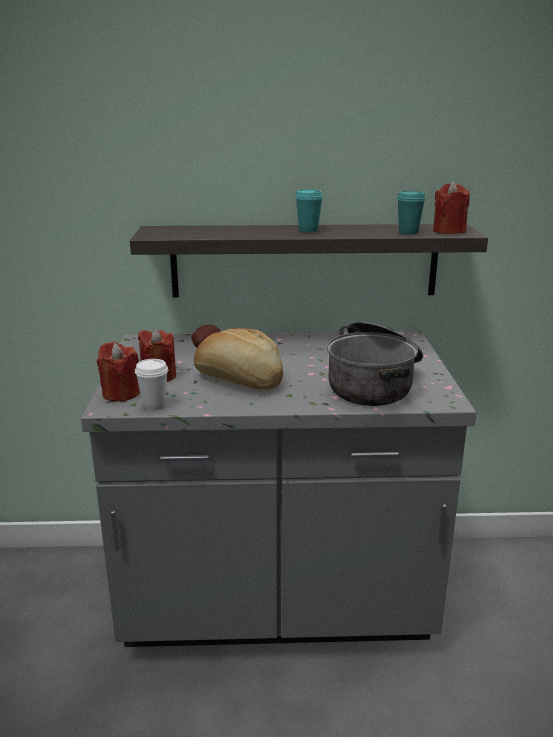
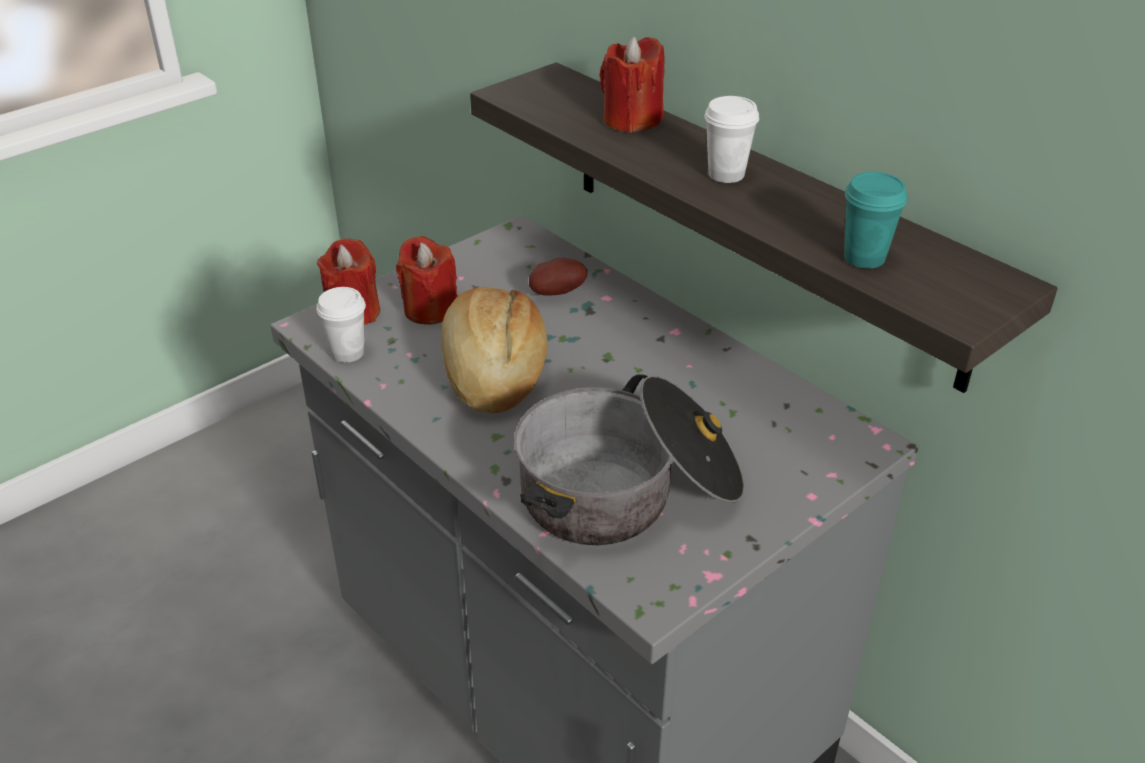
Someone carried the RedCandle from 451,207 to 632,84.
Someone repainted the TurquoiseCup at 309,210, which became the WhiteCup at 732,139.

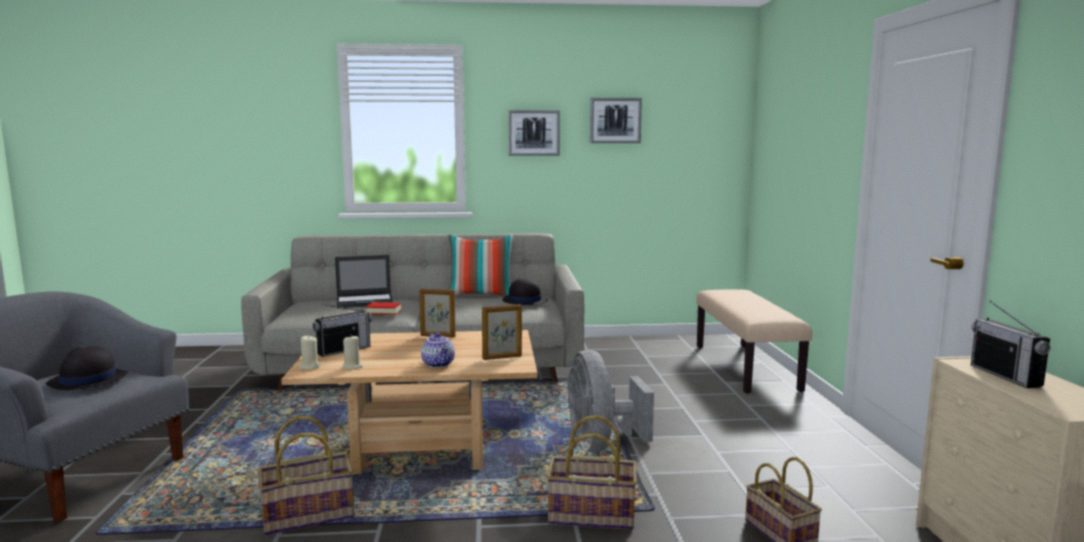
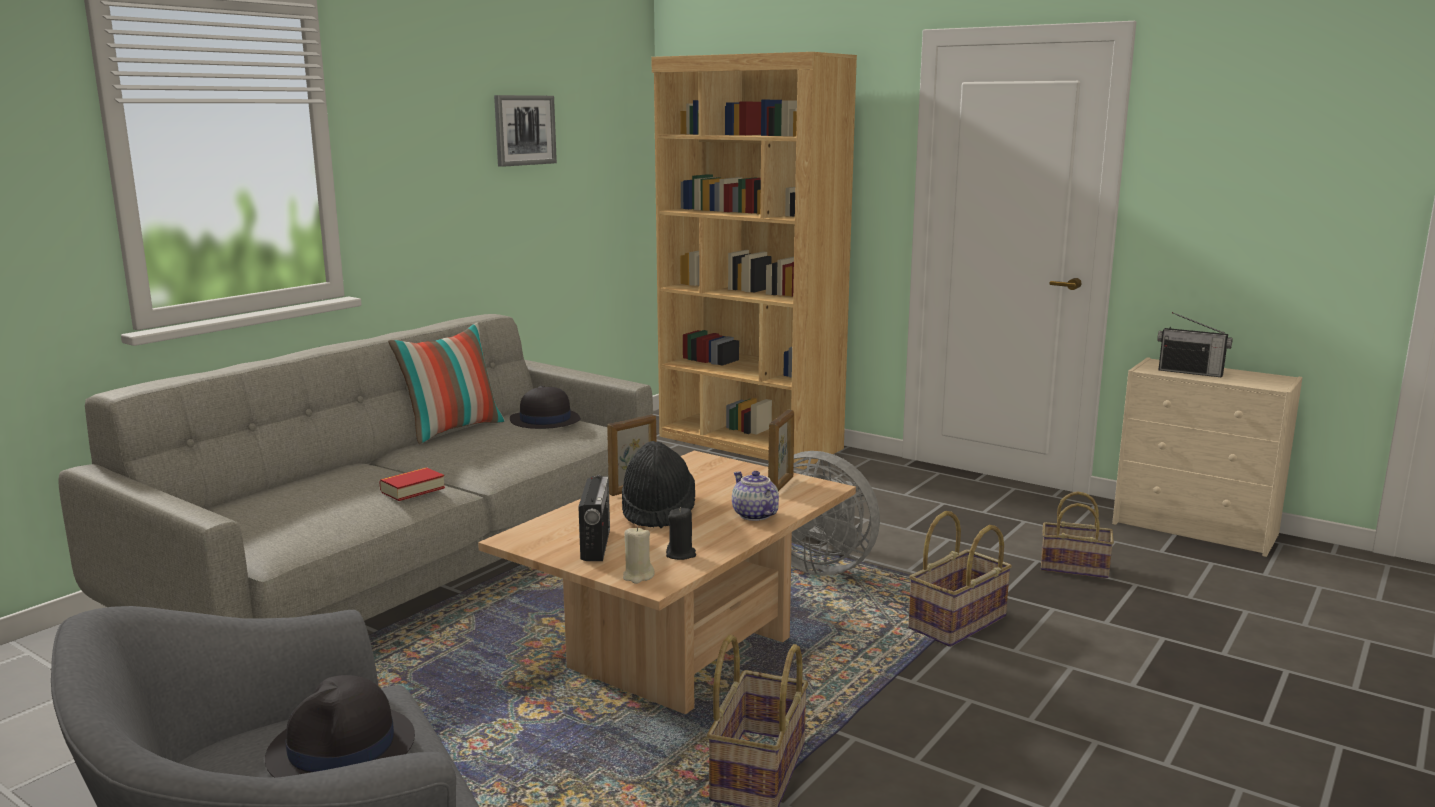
Someone put down the BlackHat at 658,484.
Someone swapped the BeigeBench at 754,341 for the BrownBookcase at 754,261.
Someone repainted the BeigeCandle at 353,353, which became the BlackCandle at 681,533.
Someone rotated the Teapot at 438,350 by 135 degrees counterclockwise.
Someone took away the Laptop at 364,281.
Someone took away the Picture at 534,133.

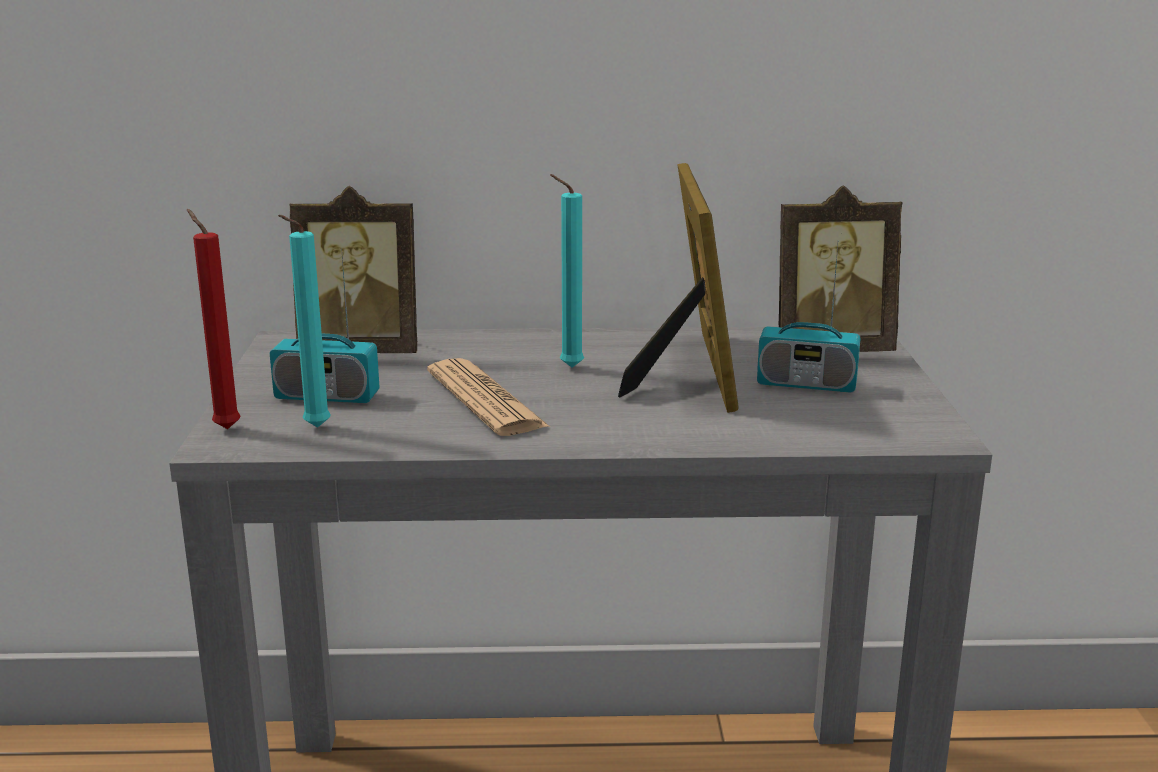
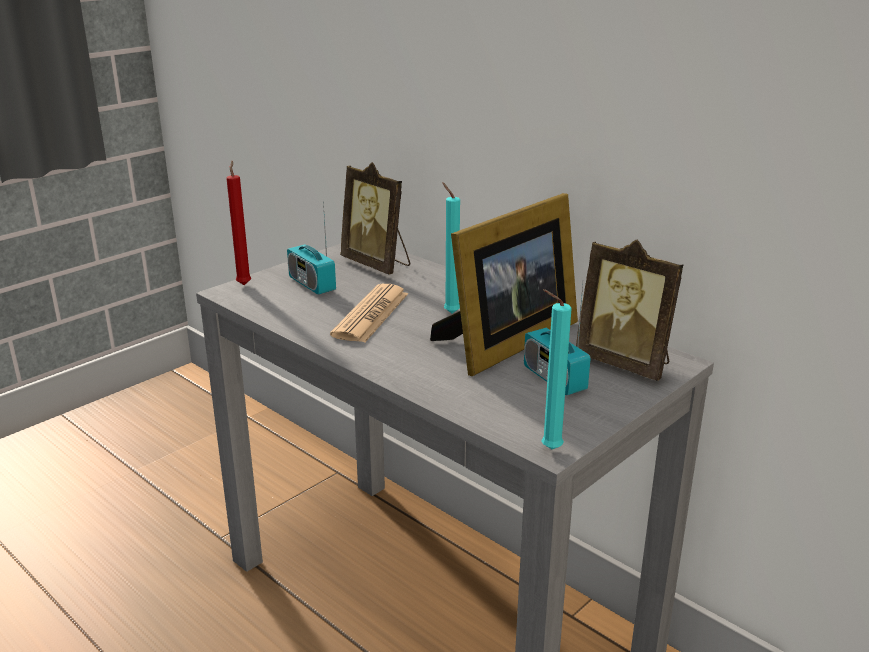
Someone carried the TurquoiseCandle from 304,321 to 557,369.

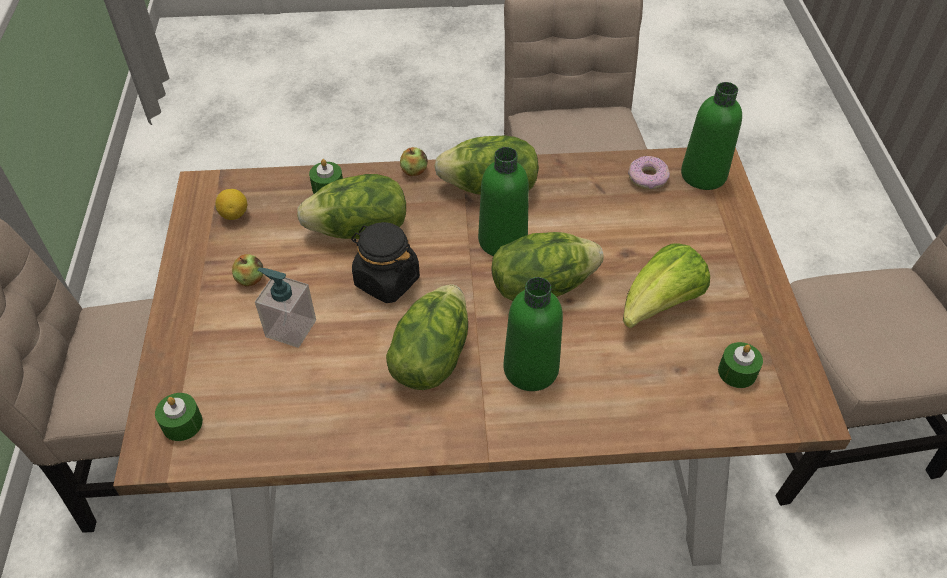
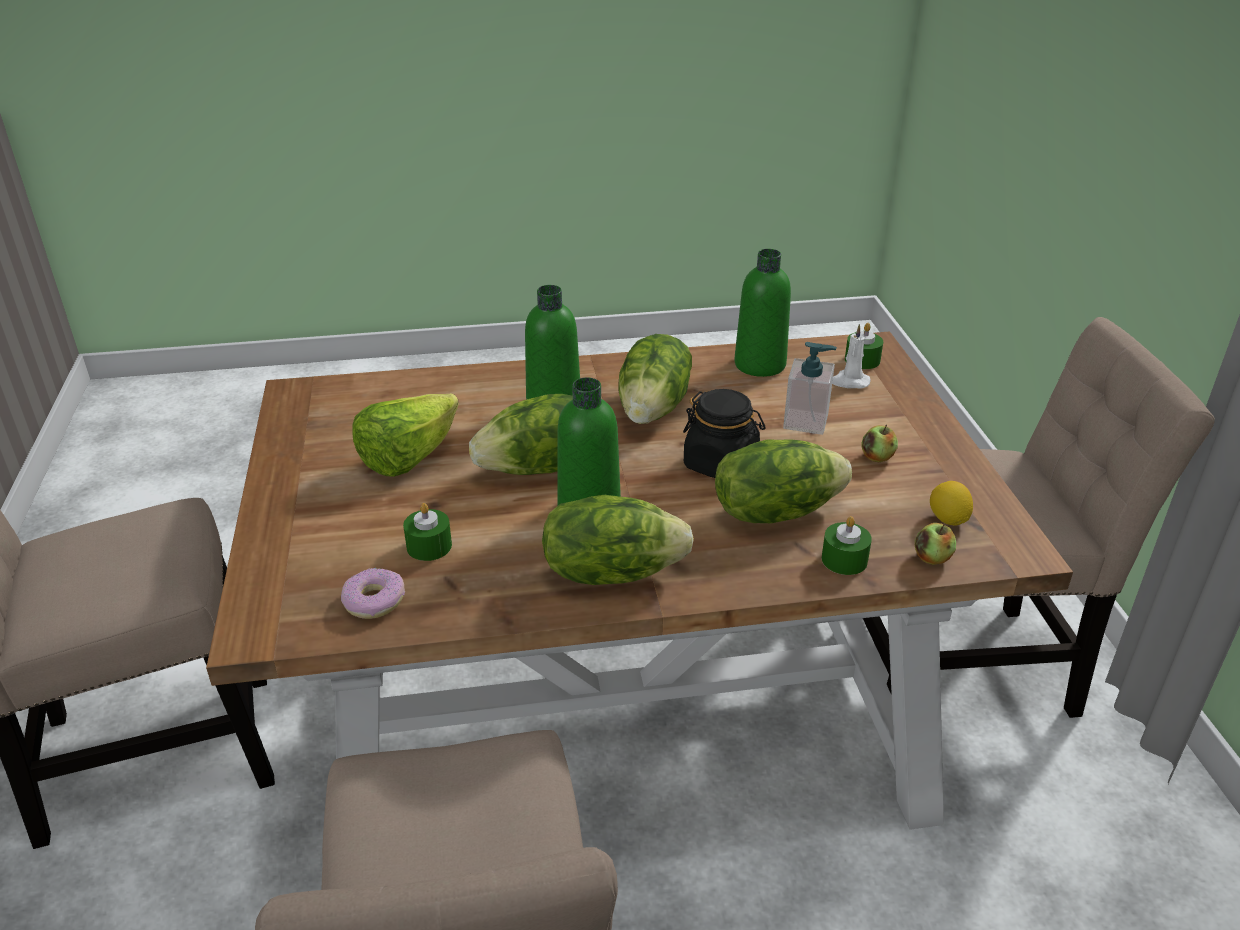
Someone carried the GreenCandle from 740,365 to 427,532.
Someone carried the GreenBottle from 711,136 to 762,313.
Someone put down the WhiteCandle at 851,356.
Someone carried the Apple from 414,161 to 935,544.

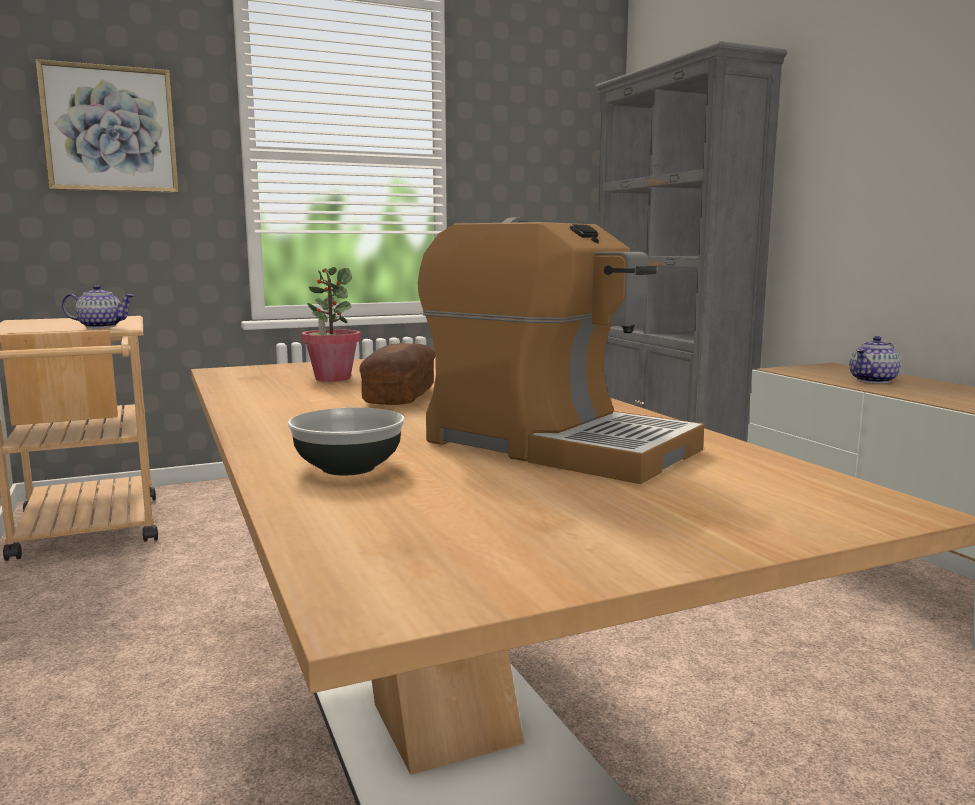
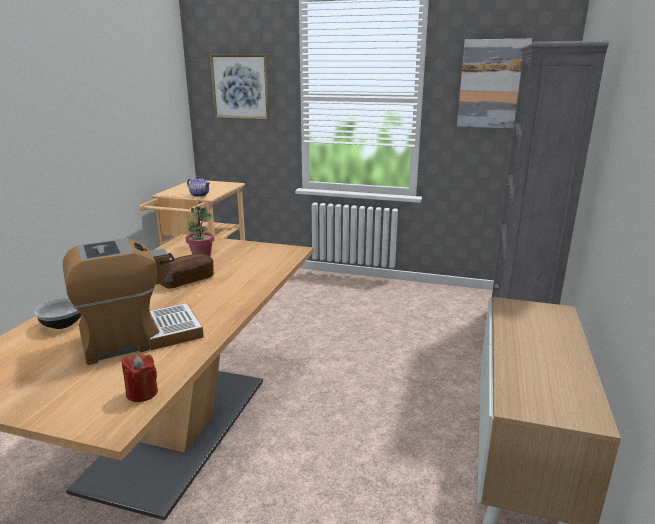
Someone rotated the CoffeeMachine at 561,350 by 105 degrees counterclockwise.
Someone put down the RedCandle at 140,378.
Someone put up the Picture at 494,83.
Someone took away the Teapot at 875,359.

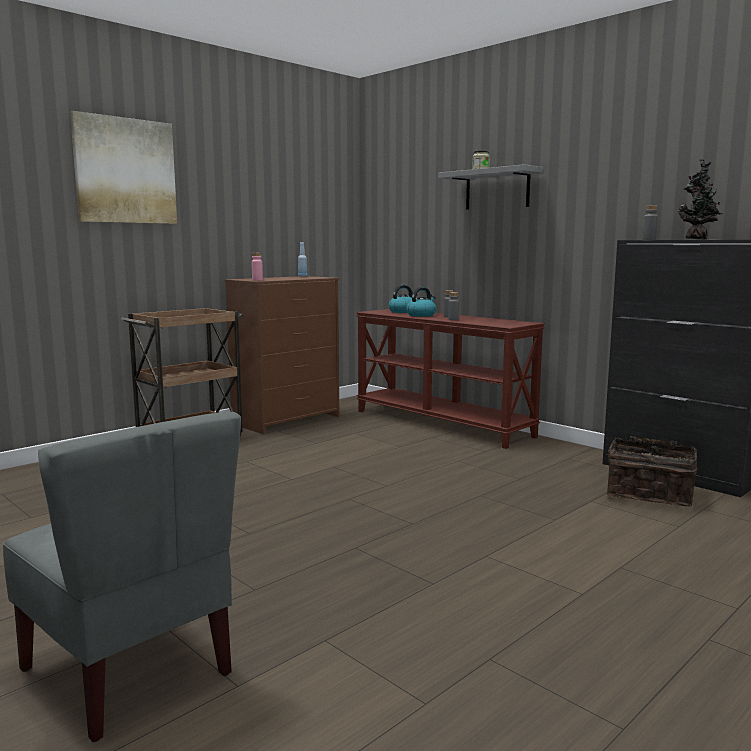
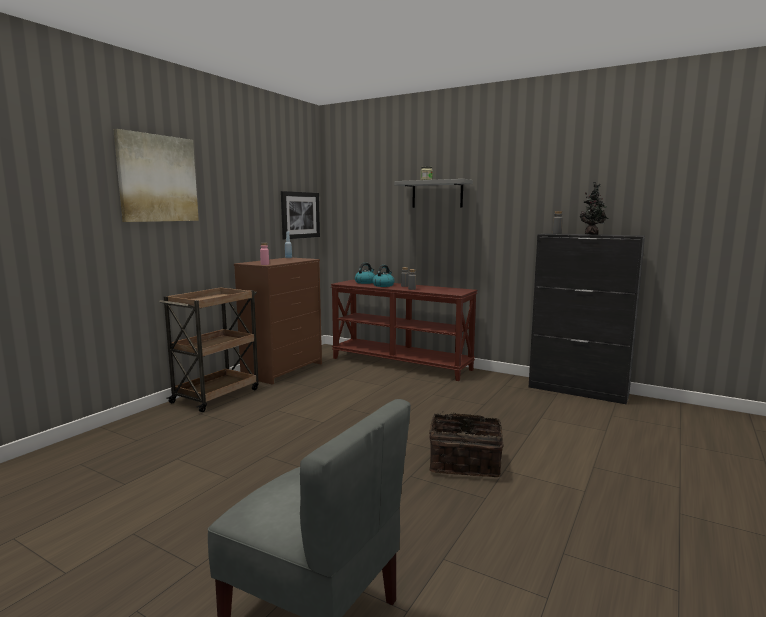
Someone put up the Picture at 300,215.
Someone carried the Basket from 651,471 to 466,444.

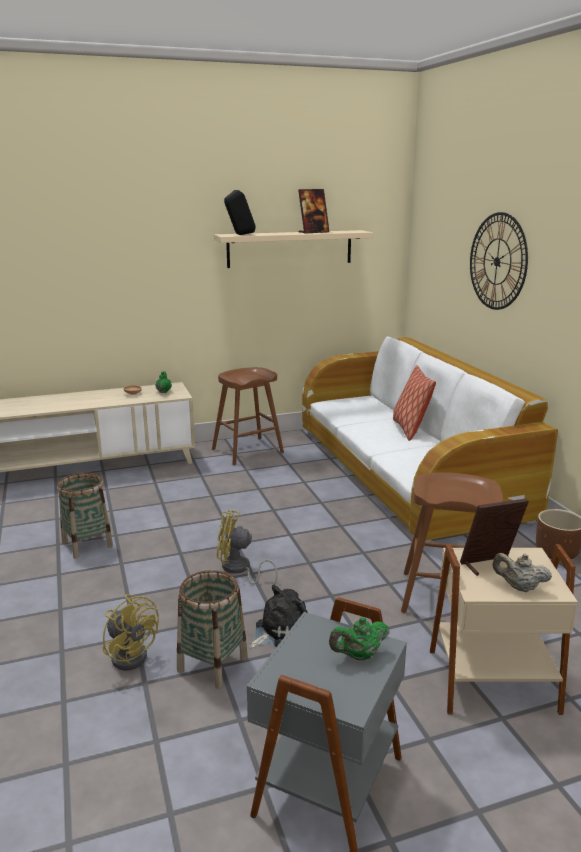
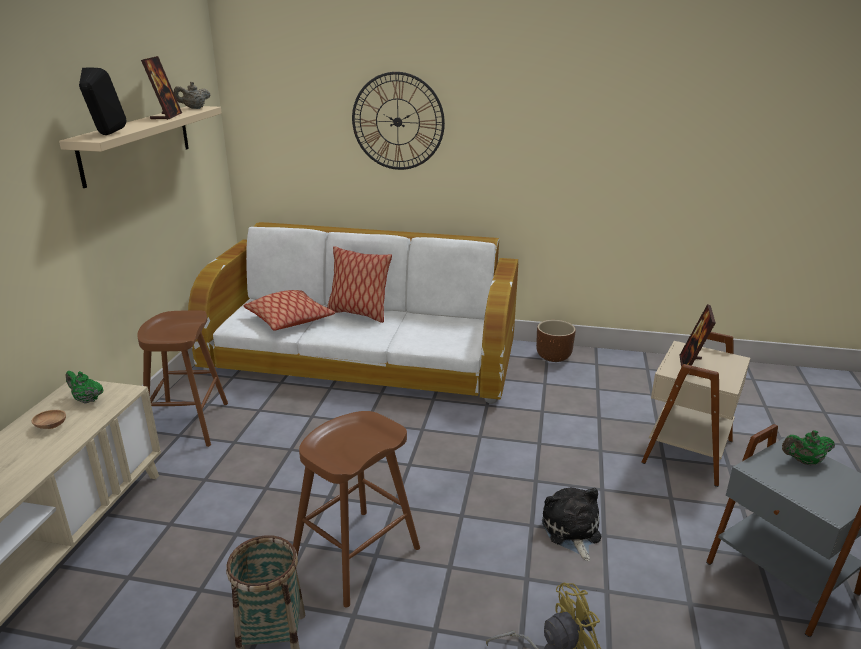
Someone carried the BeigeTeapot from 522,572 to 192,95.
Someone put down the Pillow at 289,310.
Someone carried the BrownStool from 452,542 to 356,509.
Someone rotated the GreenTeapot at 359,639 by 75 degrees clockwise.
Someone took away the Basket at 212,629.
Someone took away the YellowFan at 247,547.

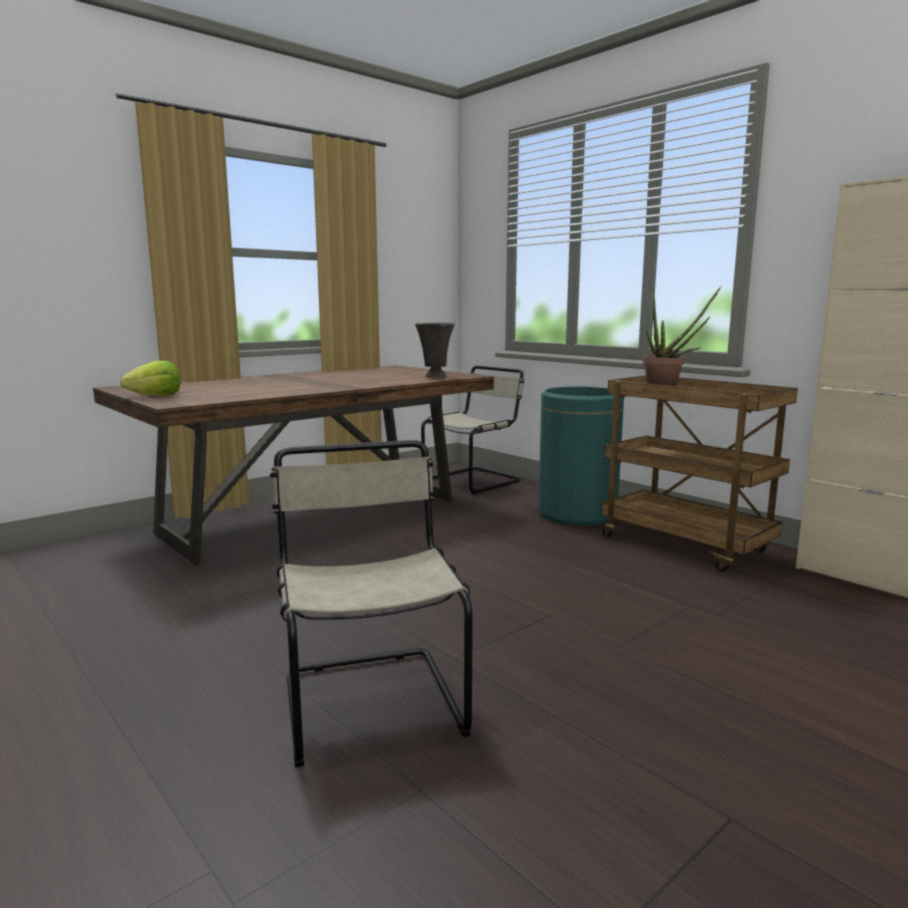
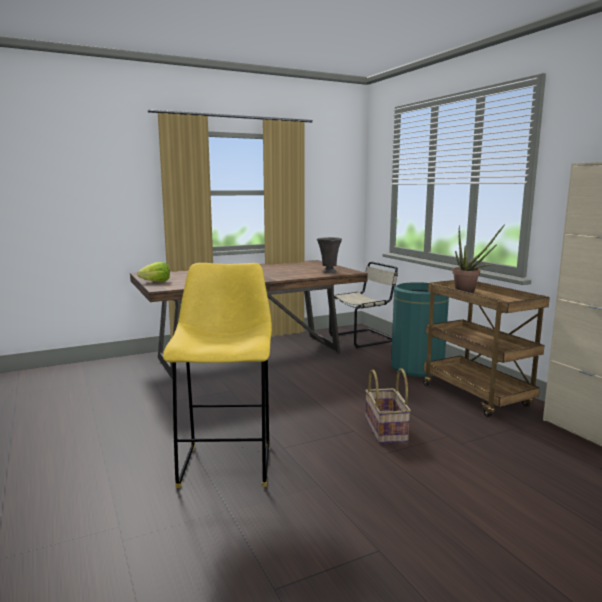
Someone swapped the BeigeChair at 371,603 for the YellowStool at 217,375.
Someone put down the Basket at 388,406.

